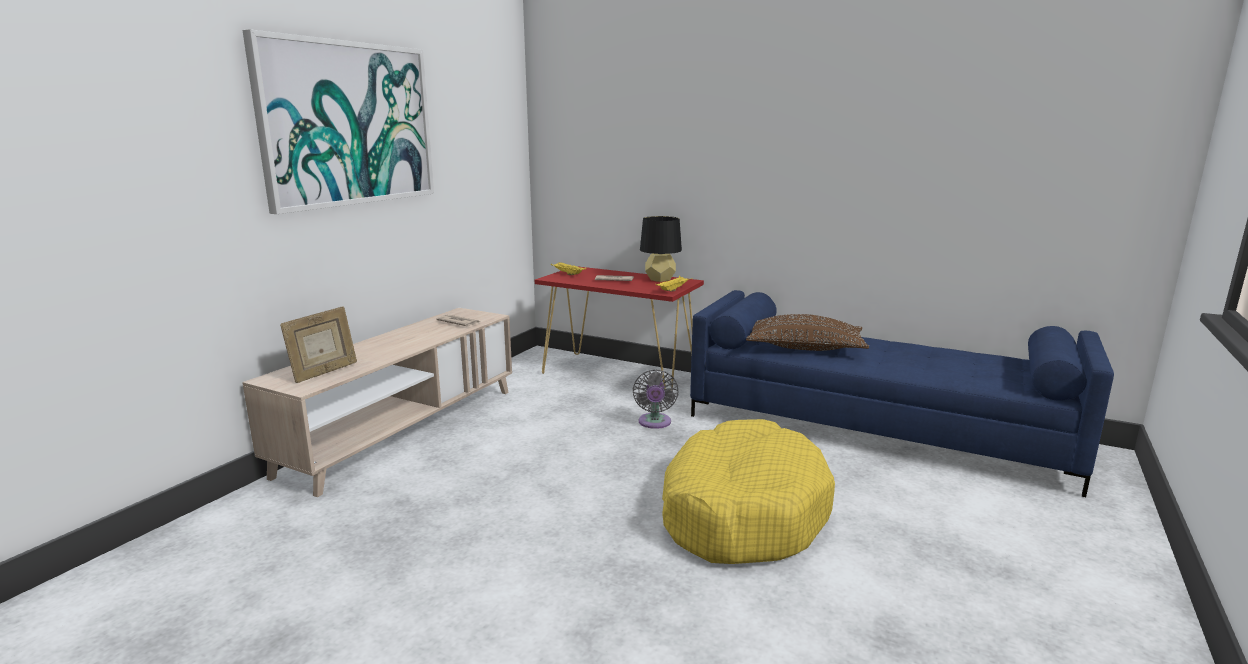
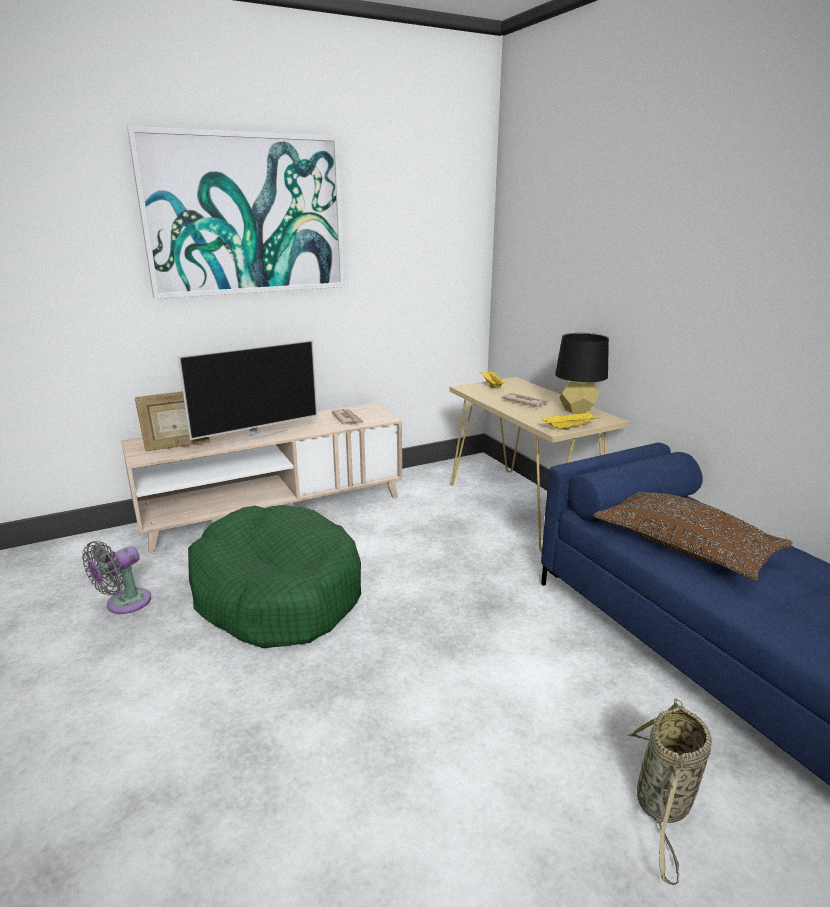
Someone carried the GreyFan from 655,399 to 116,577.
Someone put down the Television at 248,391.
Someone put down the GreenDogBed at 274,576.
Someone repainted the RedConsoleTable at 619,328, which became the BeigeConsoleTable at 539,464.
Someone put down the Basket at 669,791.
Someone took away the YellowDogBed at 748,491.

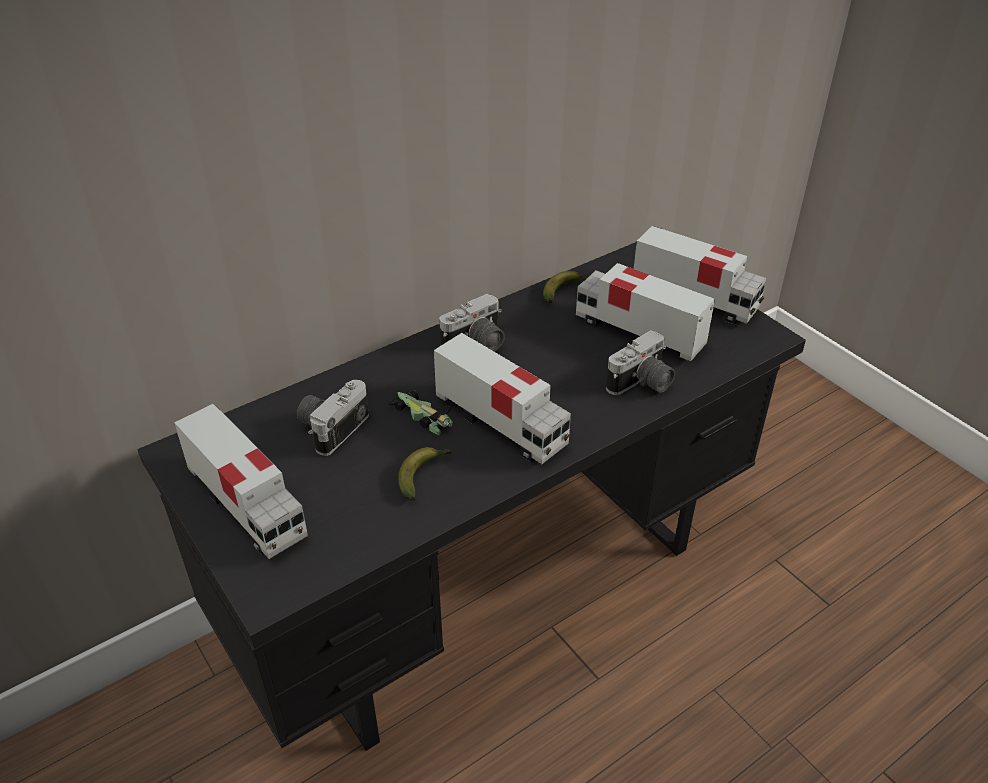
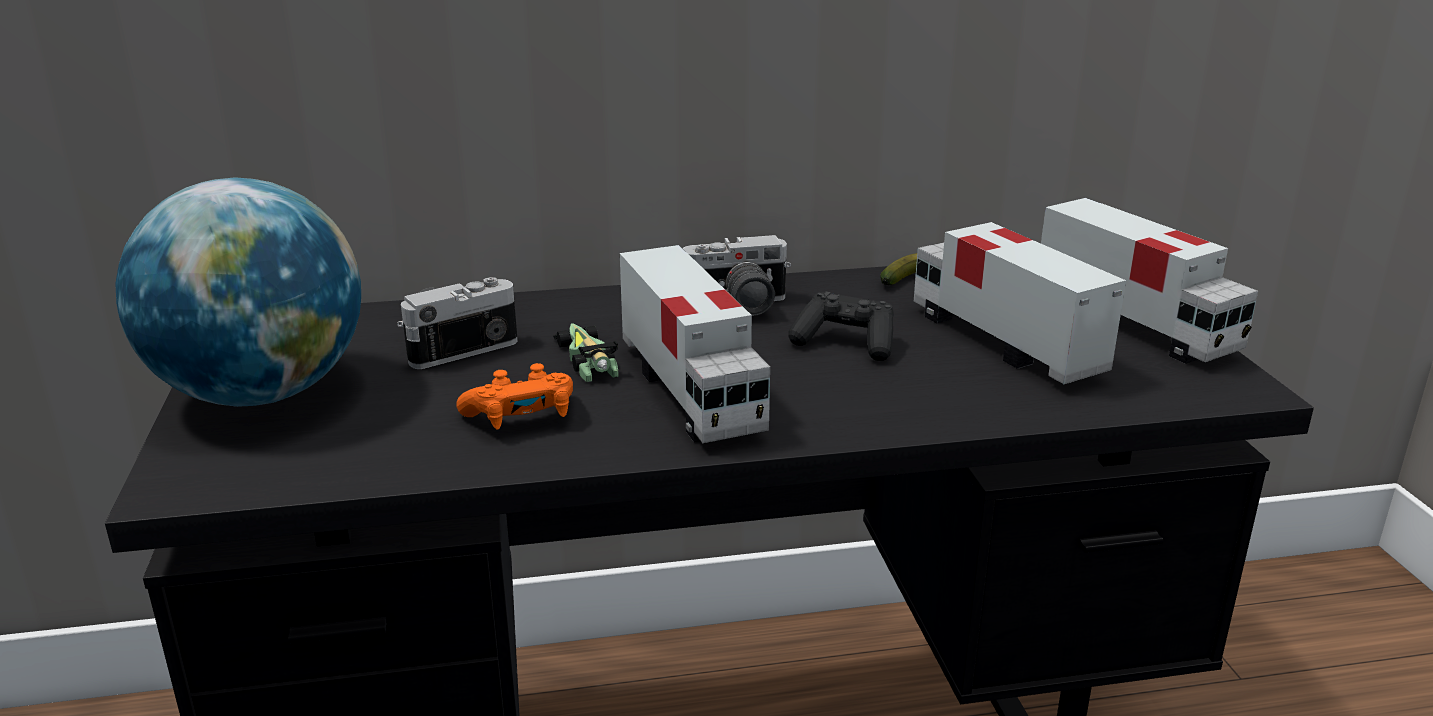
Someone swapped the ToyTruck at 241,481 for the Globe at 238,292.
Someone swapped the Banana at 425,474 for the OrangeGameController at 514,396.
Someone put down the BlackGameController at 841,326.
Someone took away the PhotoCamera at 640,362.

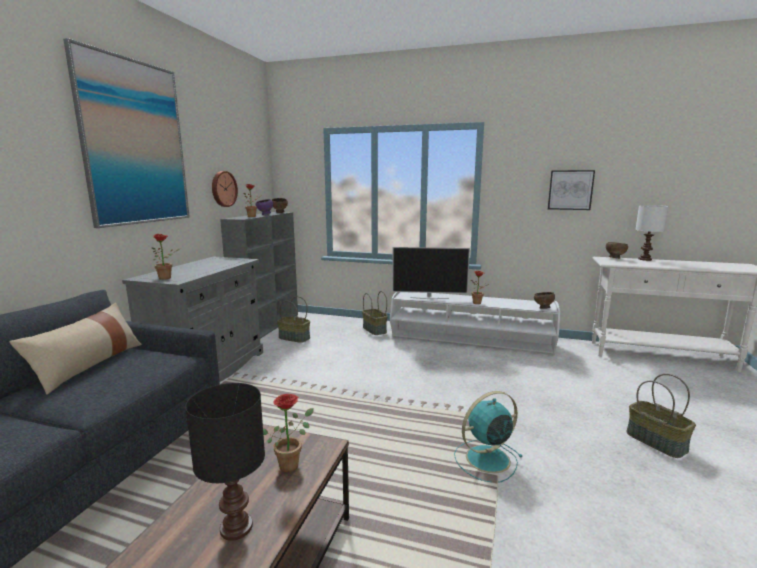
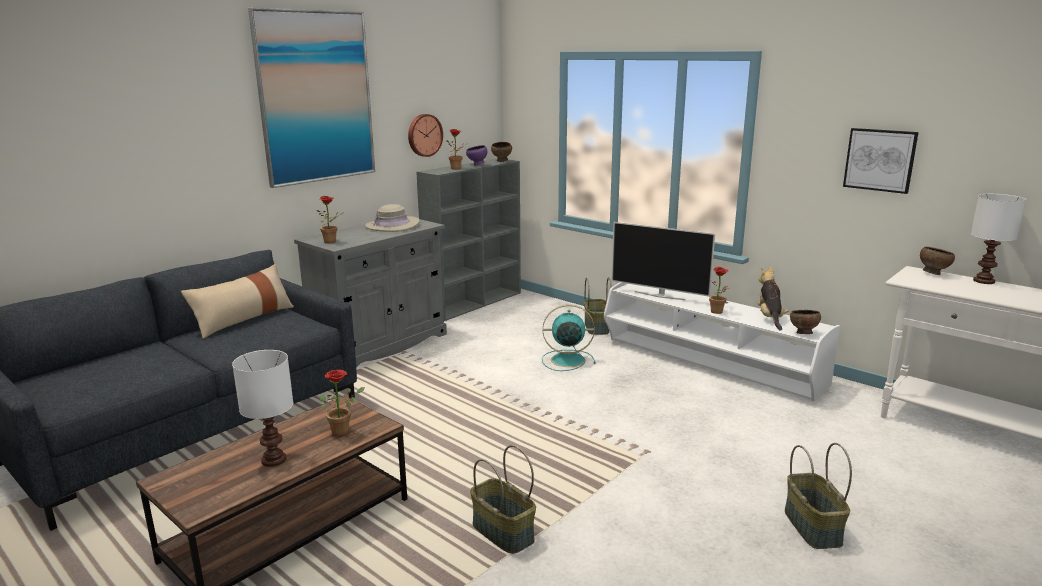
Someone repainted the BlackTableLamp at 225,462, which became the WhiteTableLamp at 262,408.
Someone put down the BeigeHat at 392,218.
Someone carried the Basket from 293,319 to 503,499.
Someone carried the TurquoiseFan from 488,437 to 569,338.
Someone put down the PlushToy at 773,299.

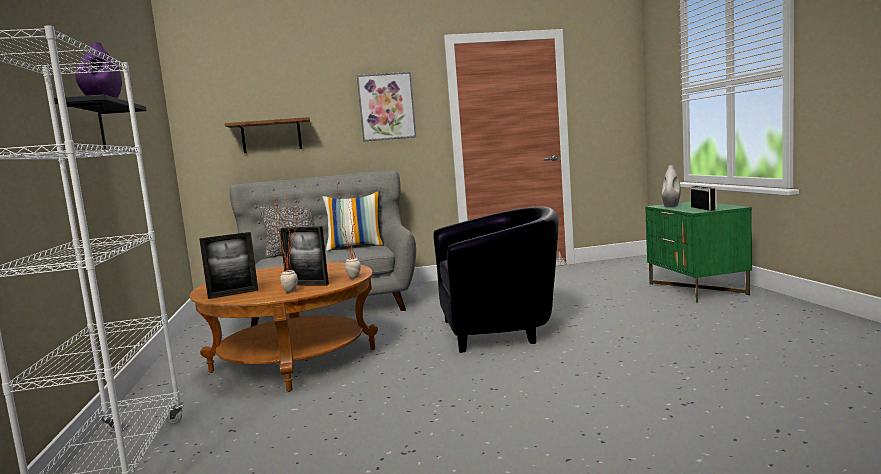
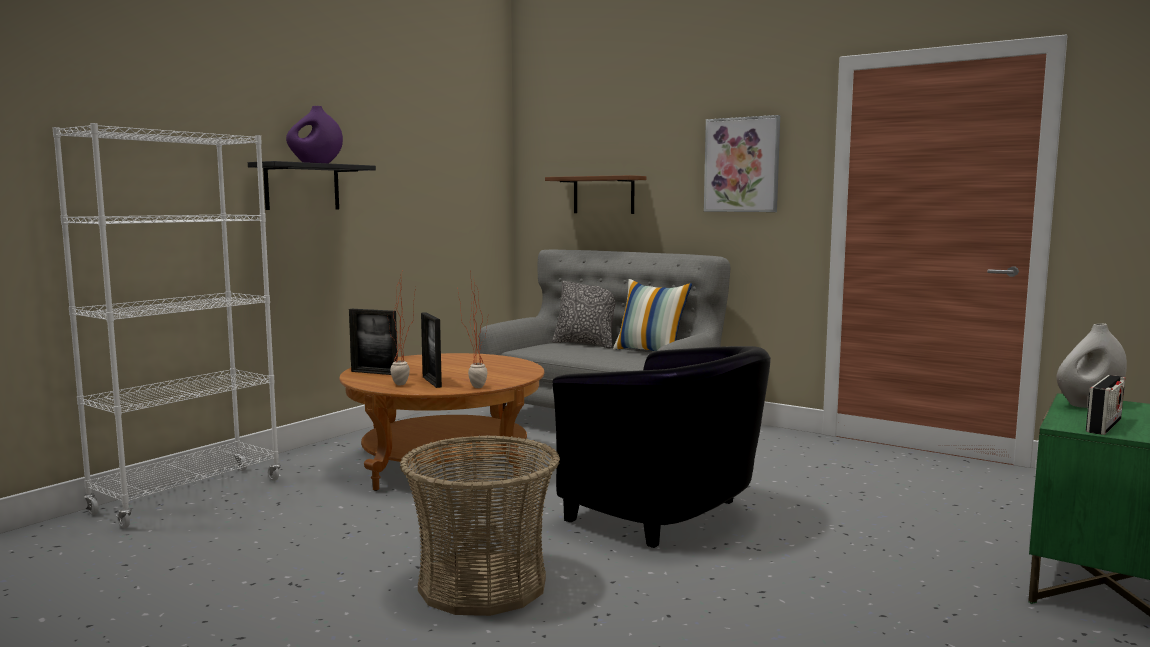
Someone put down the Basket at 480,525.

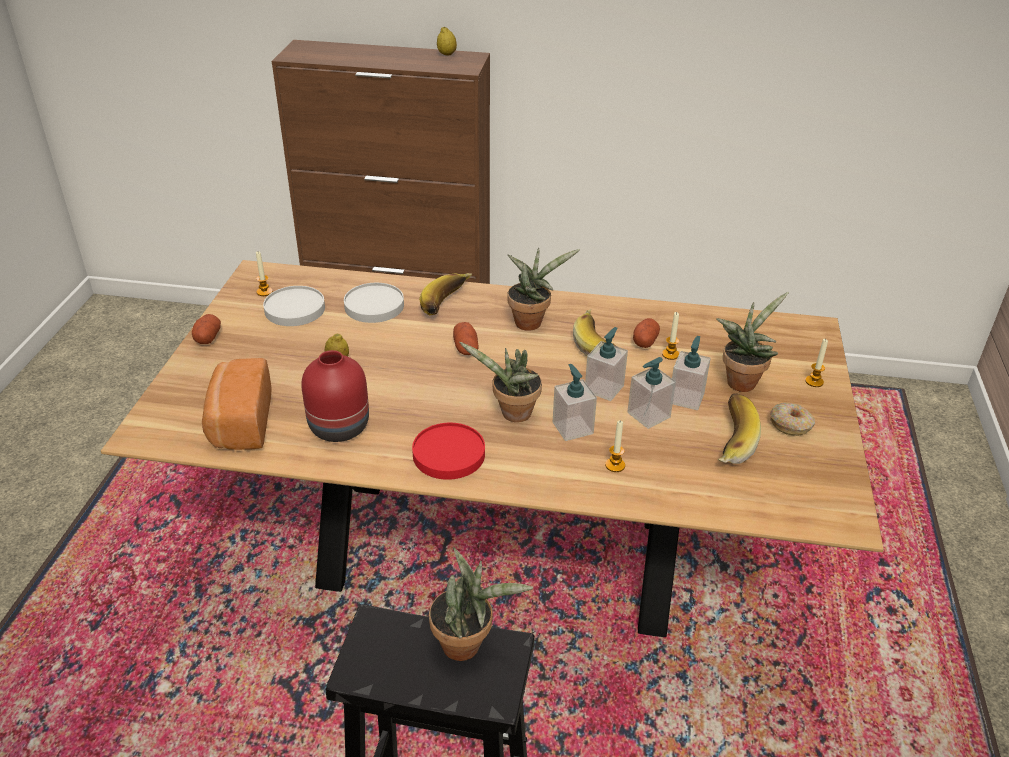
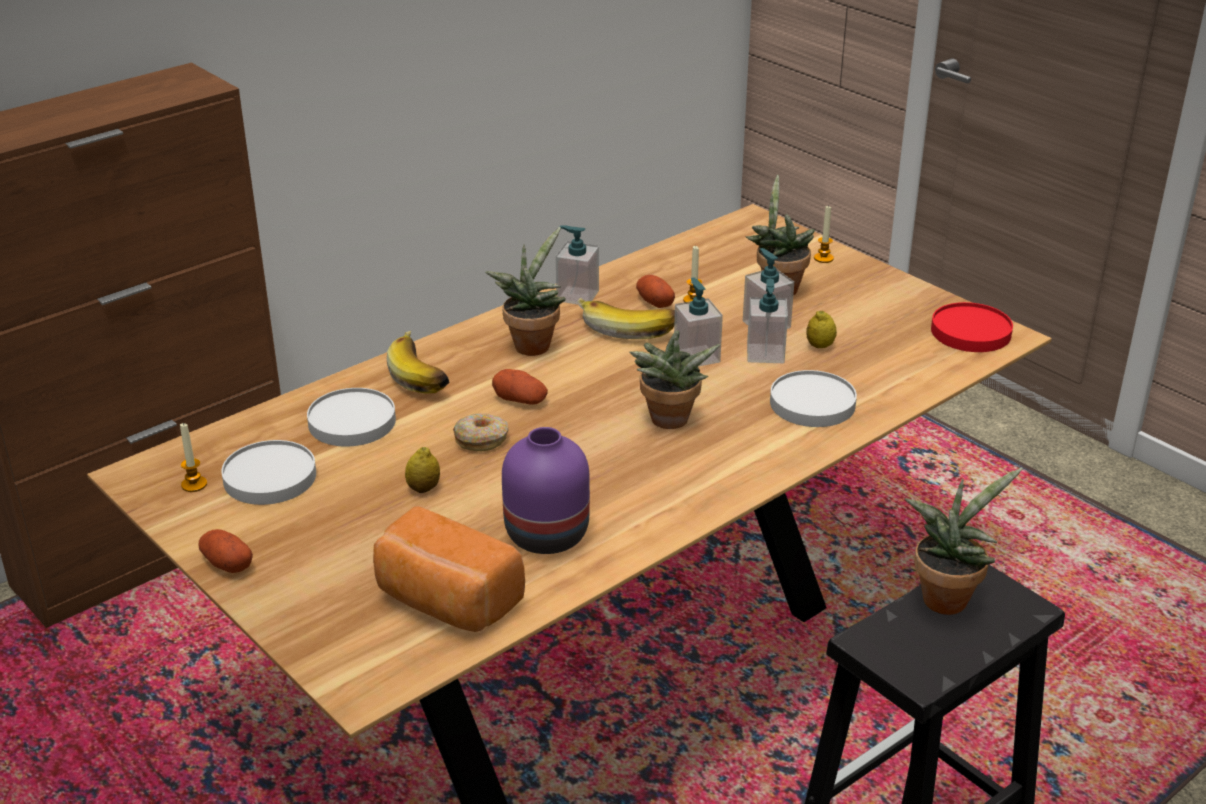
Someone carried the Donut from 792,419 to 481,432.
Someone repainted the RedVase at 335,396, which became the PurpleVase at 546,490.
Someone carried the SoapDispenser from 575,402 to 577,265.
Someone swapped the Candle at 615,446 for the WhitePlate at 813,398.
Someone carried the Lemon from 447,41 to 821,329.
Someone carried the RedPlate from 448,451 to 972,327.
Someone took away the Banana at 739,428.

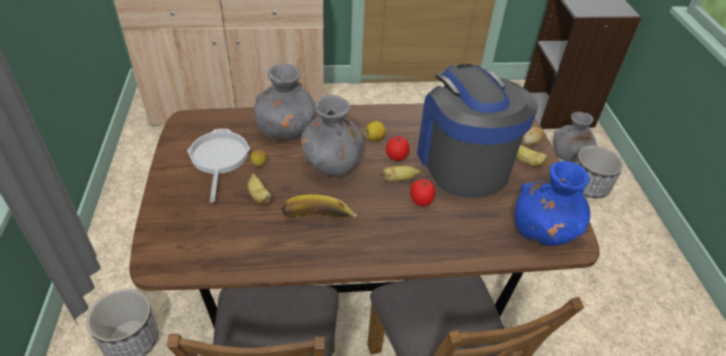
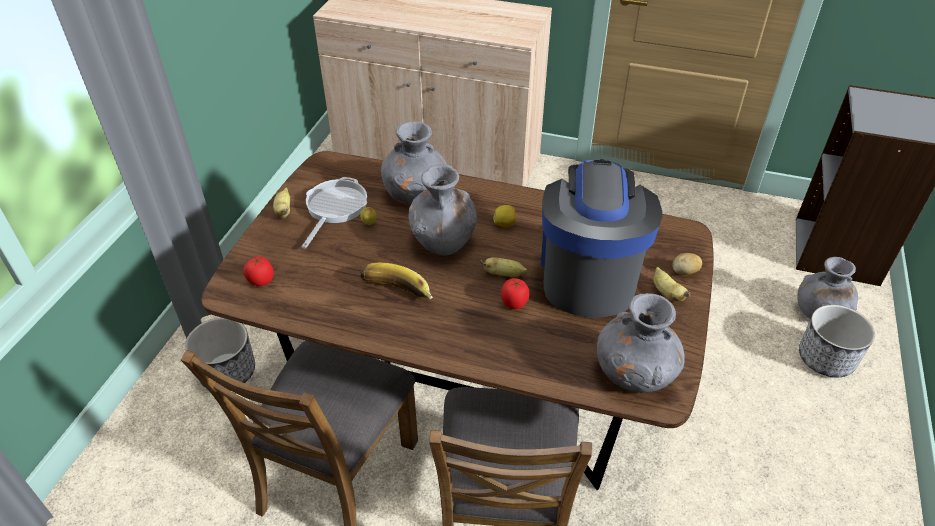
Someone carried the Tomato from 398,148 to 258,271.
Someone carried the Banana from 260,188 to 281,203.
Someone repainted the BlueVase at 552,203, which became the GreyVase at 641,343.

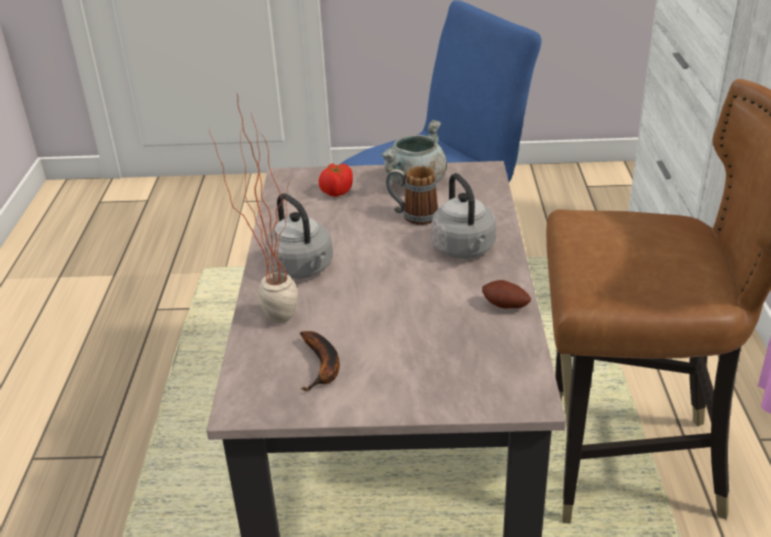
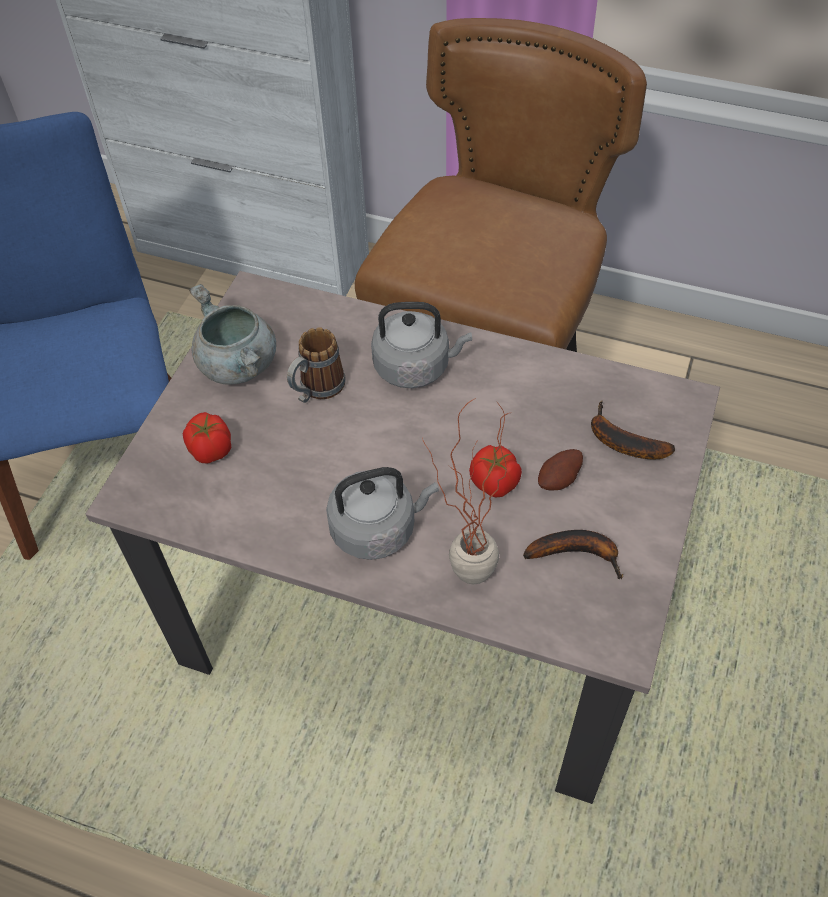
Someone put down the Tomato at 495,471.
Someone carried the Potato from 506,294 to 560,470.
Someone put down the Banana at 633,429.

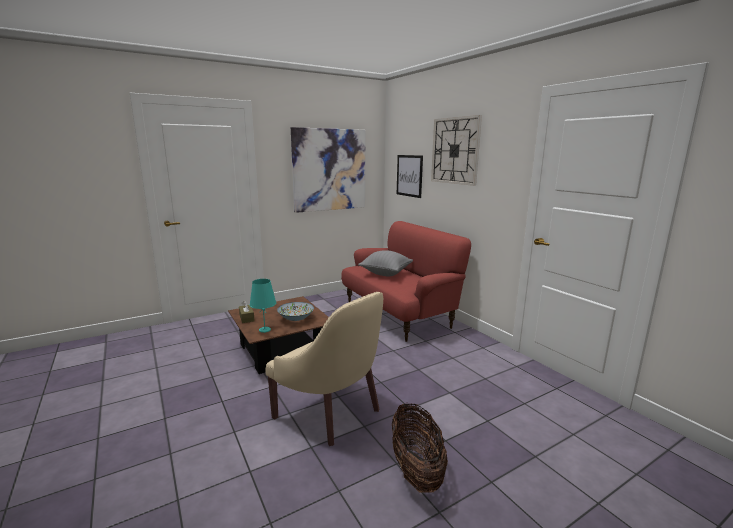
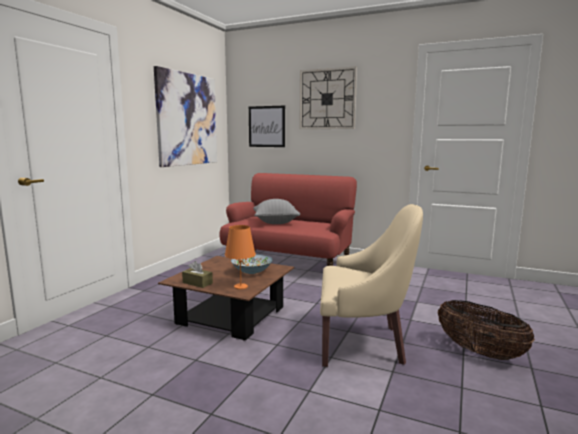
Someone repainted the TurquoiseTableLamp at 262,306, which became the OrangeTableLamp at 240,257.

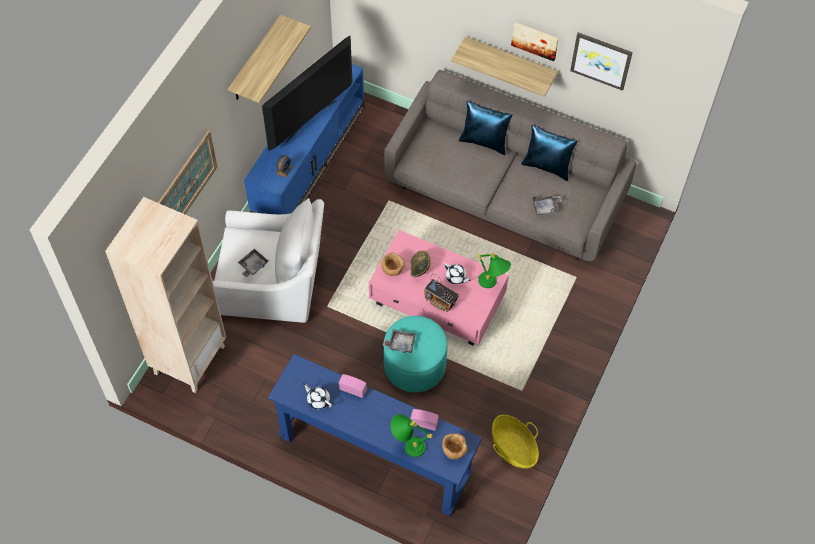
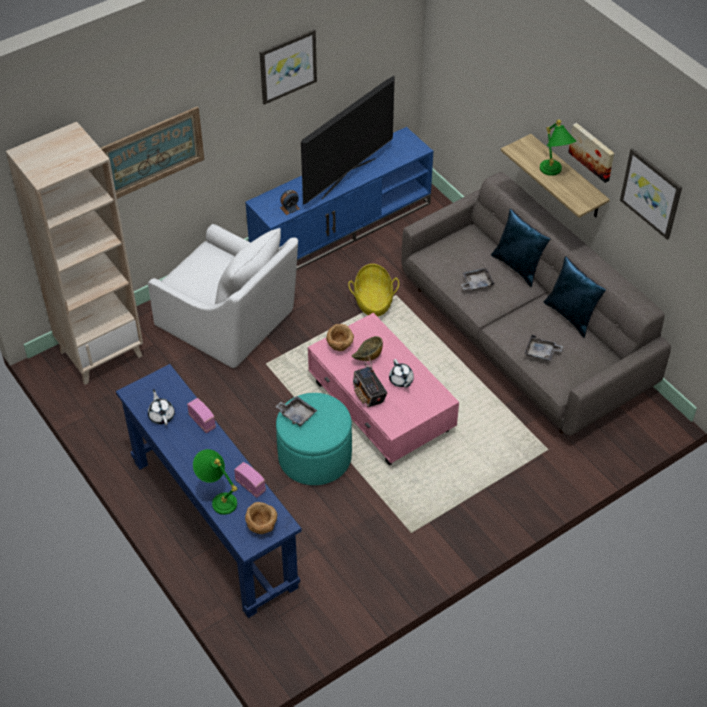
Someone swapped the Shelf at 269,59 for the Picture at 288,67.
Someone rotated the Television at 307,93 by 150 degrees clockwise.
Someone carried the Basket from 515,442 to 373,290.
Someone carried the GreyTray from 253,263 to 478,279.
Someone carried the GreenTableLamp from 494,270 to 558,147.

